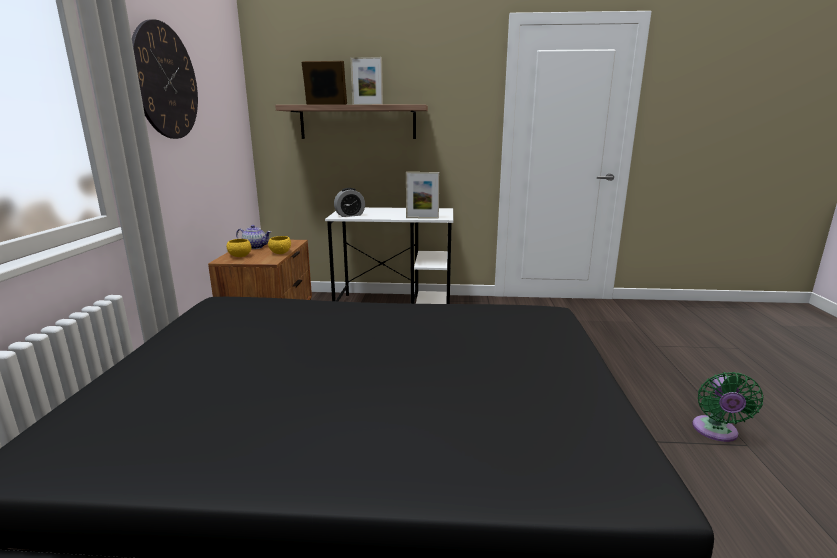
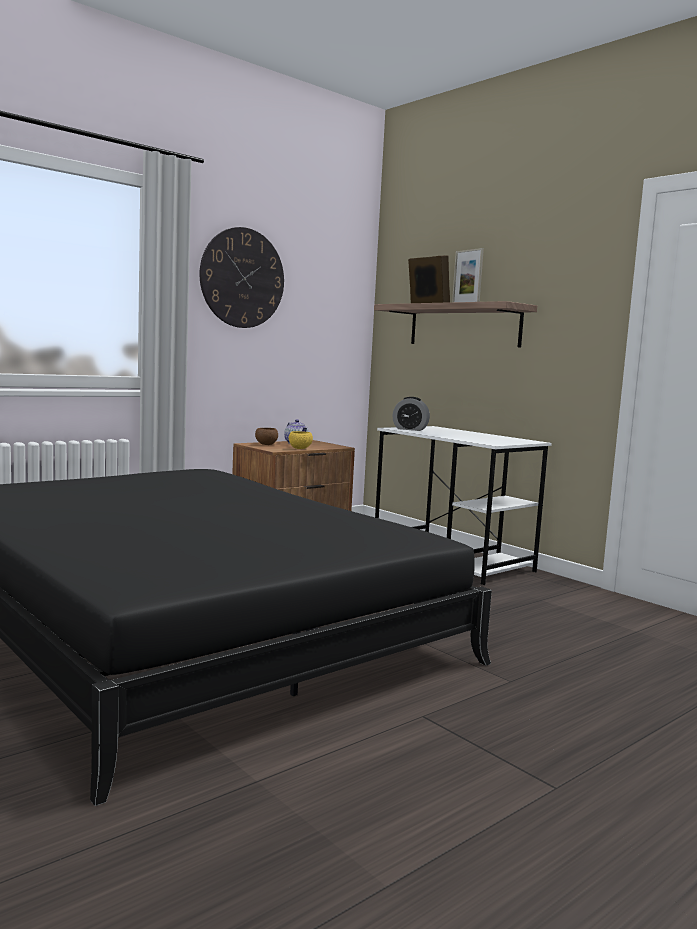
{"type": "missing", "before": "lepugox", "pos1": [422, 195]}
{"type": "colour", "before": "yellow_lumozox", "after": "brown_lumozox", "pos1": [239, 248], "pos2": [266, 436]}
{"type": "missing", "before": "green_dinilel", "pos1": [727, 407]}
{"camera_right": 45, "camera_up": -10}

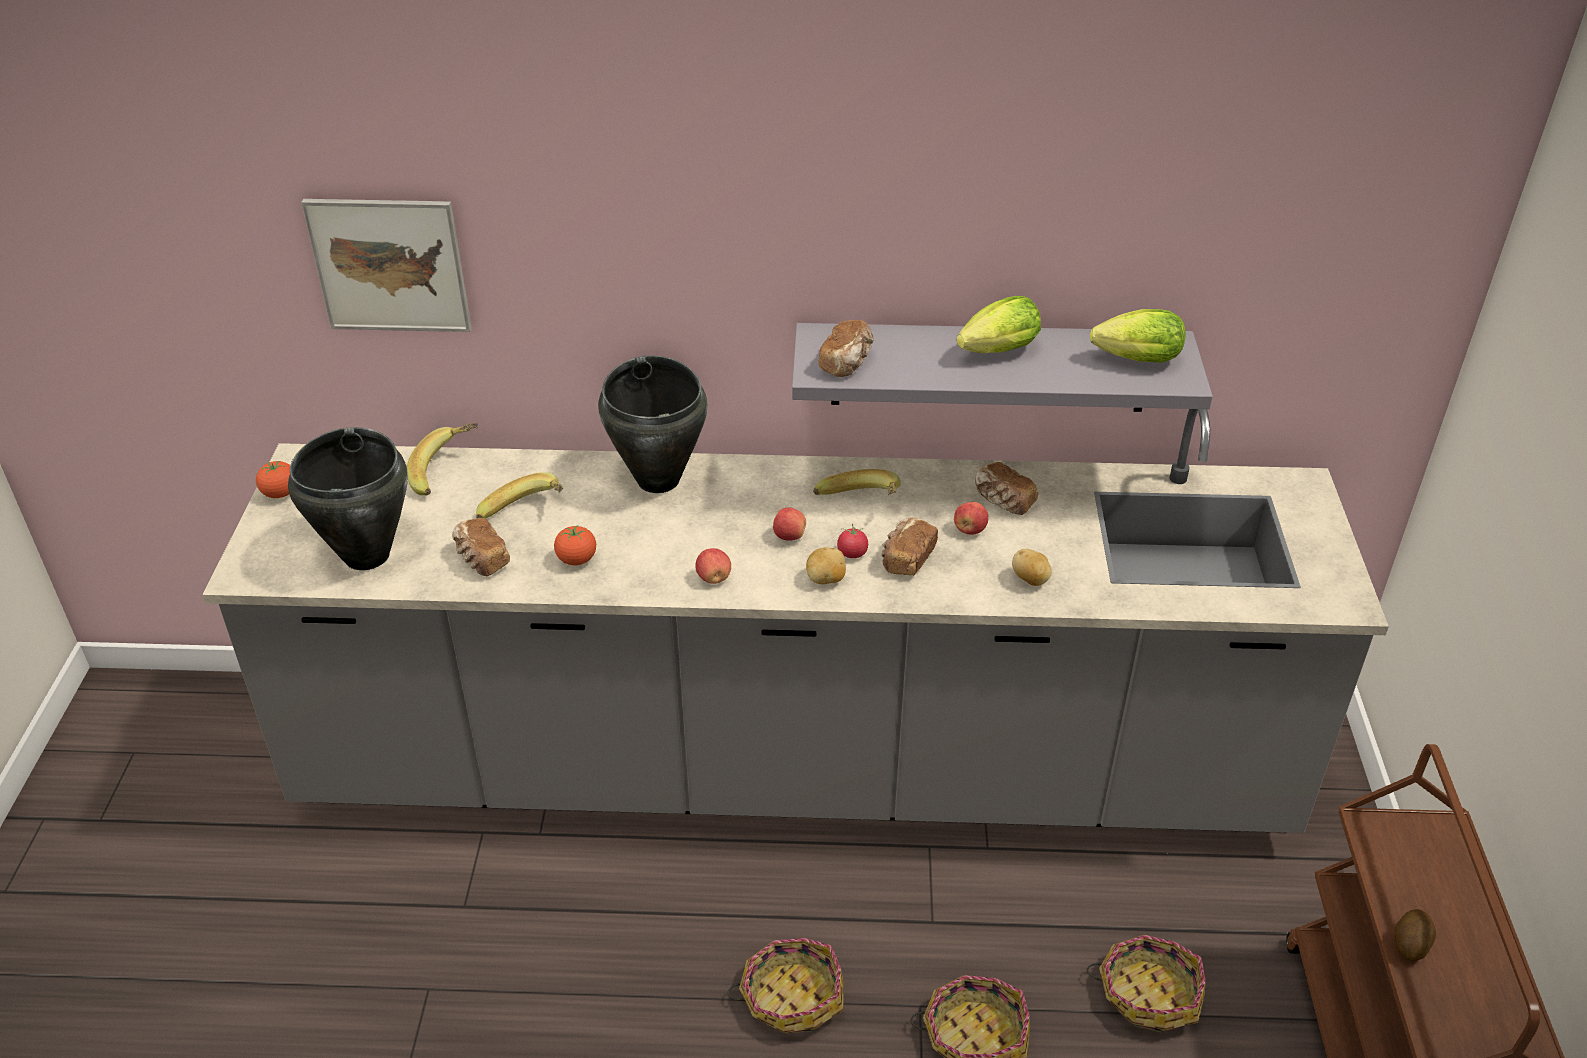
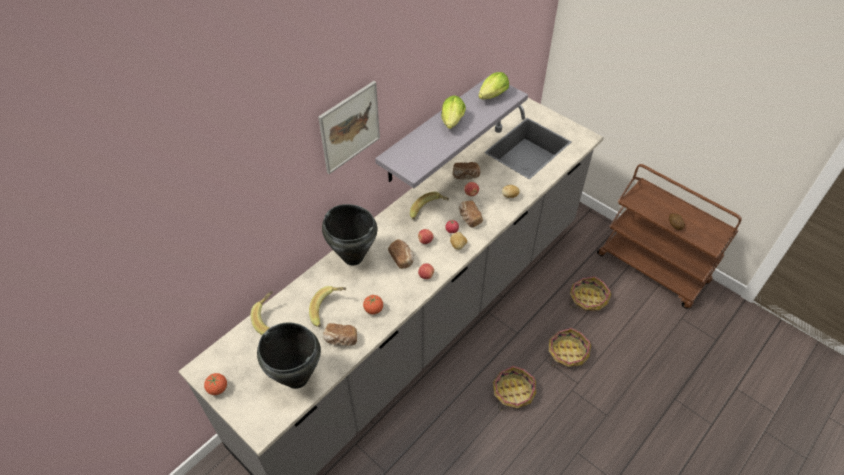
{"type": "relocated", "before": "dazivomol", "pos1": [386, 265], "pos2": [349, 127]}
{"type": "relocated", "before": "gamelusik", "pos1": [845, 348], "pos2": [401, 254]}
{"camera_right": -50, "camera_up": 10}

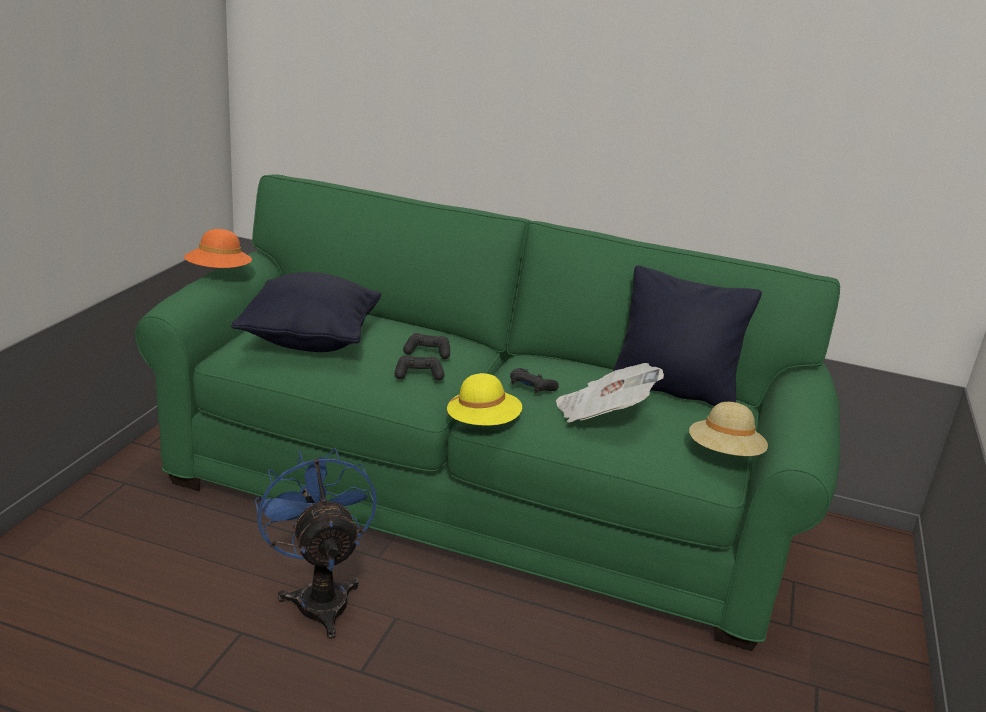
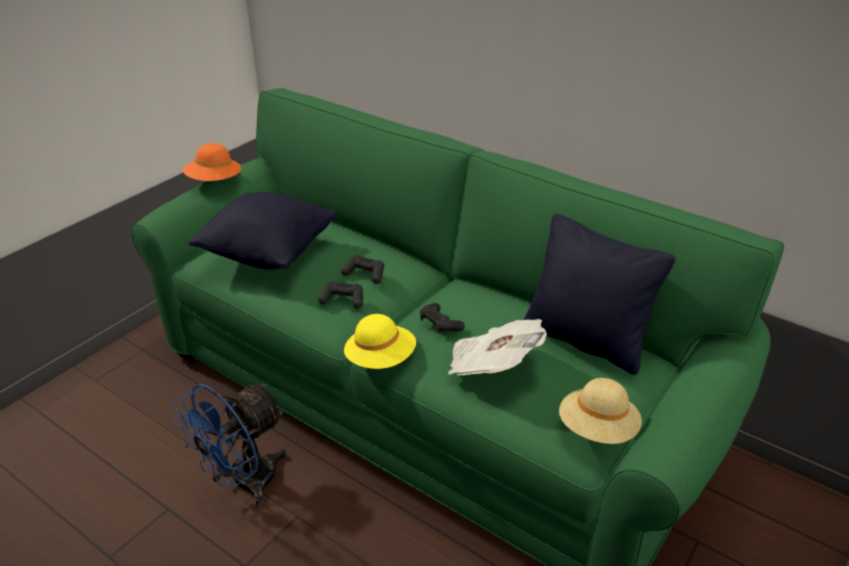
{"type": "spun", "before": "blue_dinilel", "pos1": [316, 543], "pos2": [229, 445], "turn": -135}
{"camera_right": 20, "camera_up": 10}

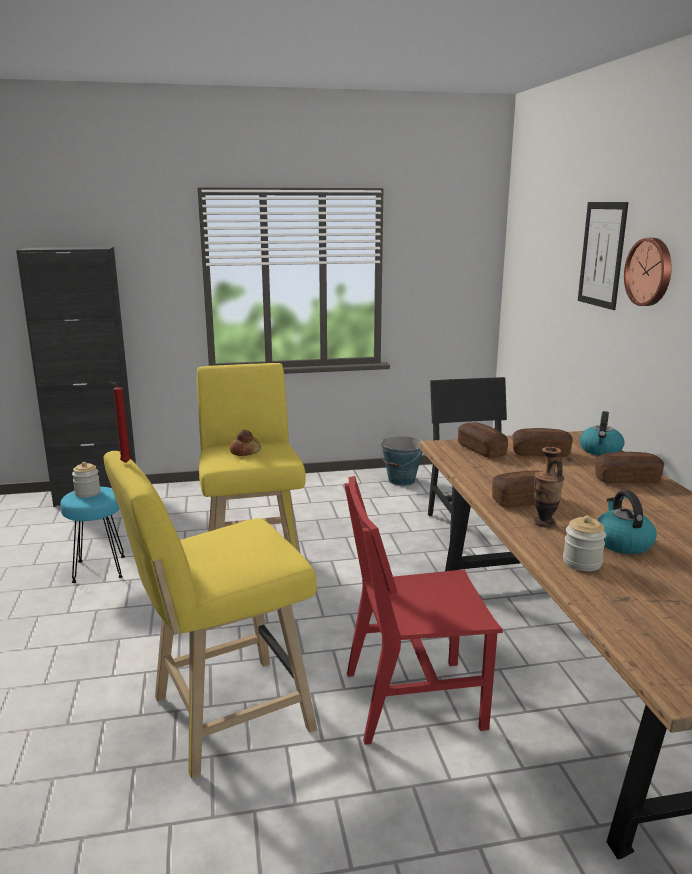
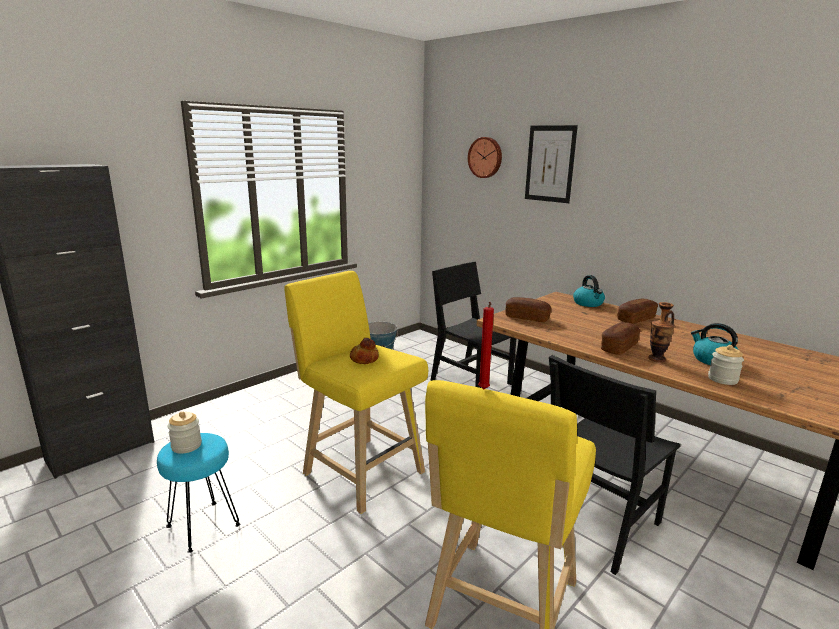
{"type": "relocated", "before": "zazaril", "pos1": [648, 272], "pos2": [485, 157]}
{"type": "missing", "before": "gamelusik", "pos1": [543, 442]}
{"type": "colour", "before": "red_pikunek", "after": "black_pikunek", "pos1": [423, 610], "pos2": [615, 465]}
{"camera_right": -35, "camera_up": 0}

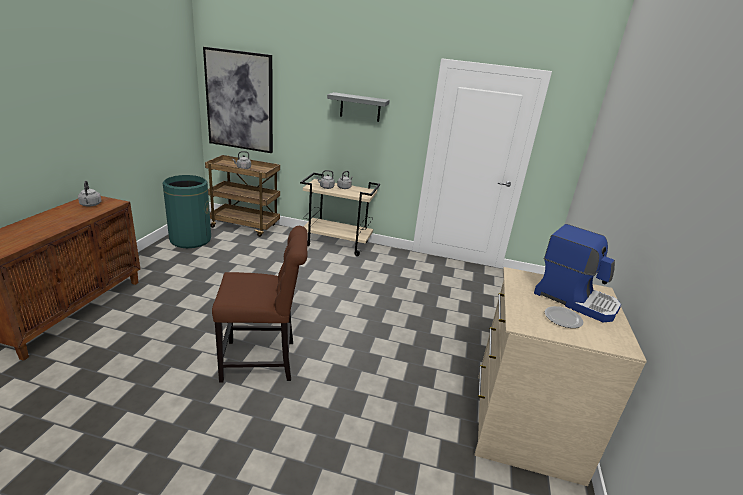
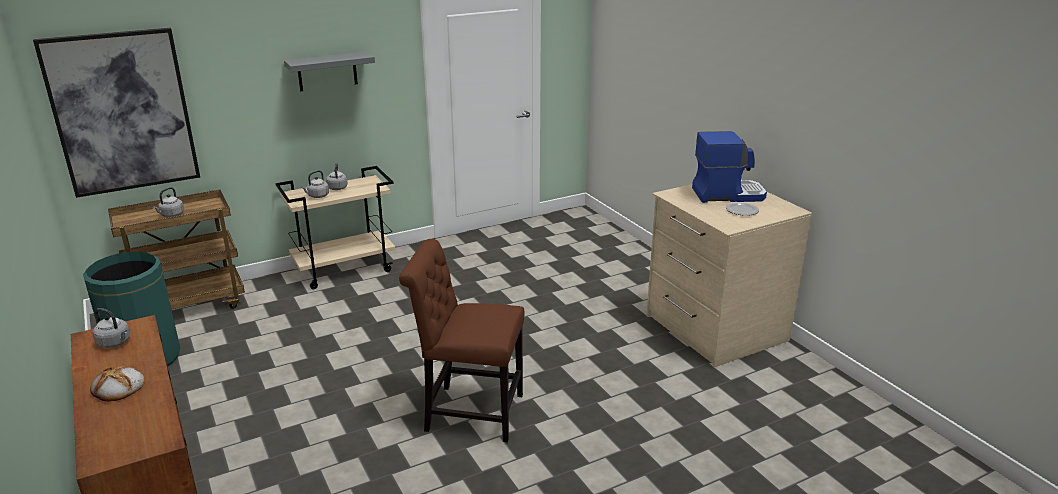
{"type": "spun", "before": "brown_pikunek", "pos1": [260, 304], "pos2": [461, 341], "turn": -120}
{"type": "appeared", "after": "gamelusik", "pos2": [117, 384]}
{"camera_right": -40, "camera_up": 0}

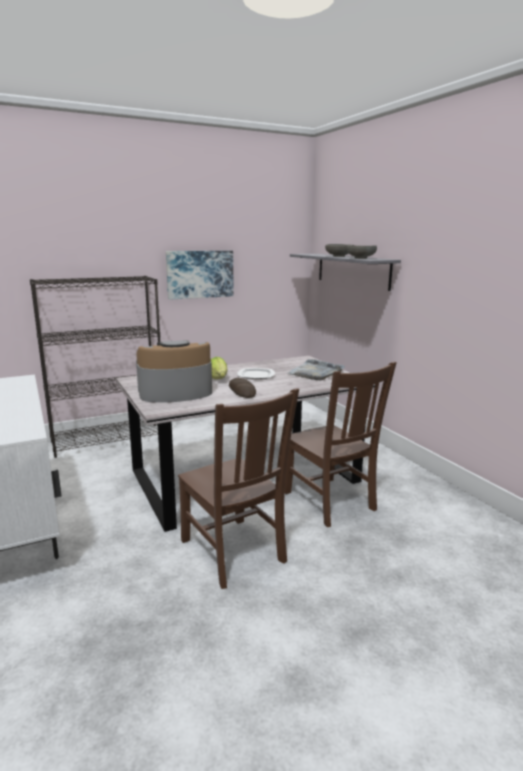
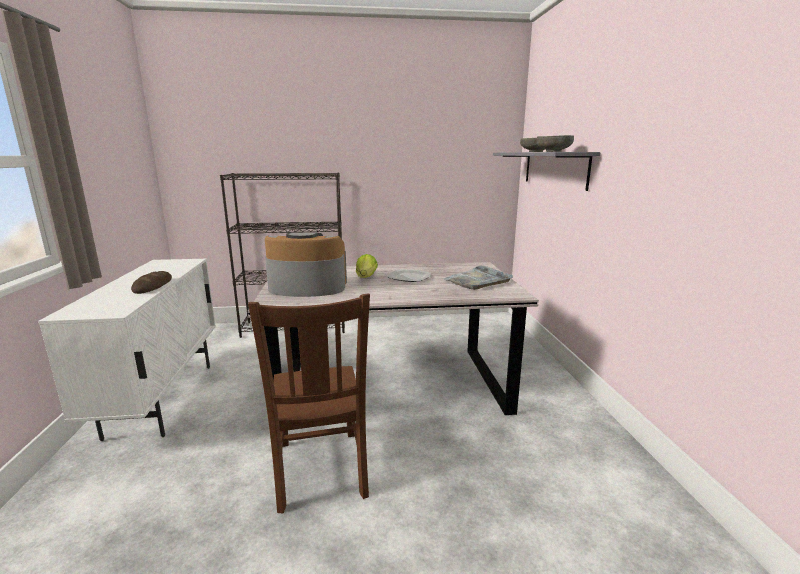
{"type": "missing", "before": "dazivomol", "pos1": [200, 274]}
{"type": "missing", "before": "brown_pikunek", "pos1": [341, 444]}
{"type": "relocated", "before": "gamelusik", "pos1": [242, 388], "pos2": [151, 282]}
{"camera_right": 20, "camera_up": 0}

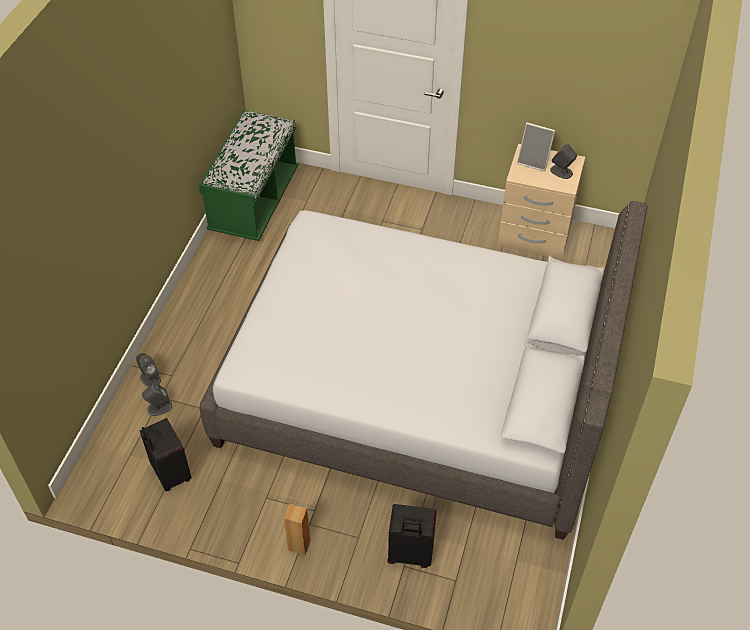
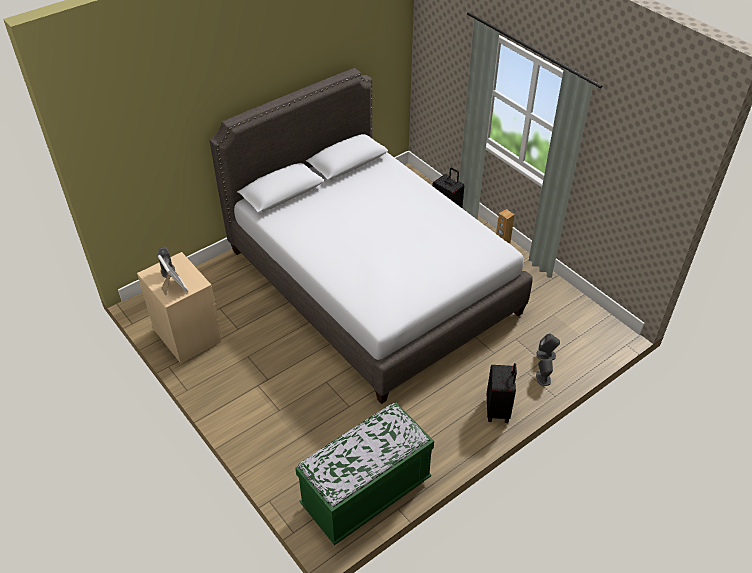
{"type": "relocated", "before": "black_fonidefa", "pos1": [165, 454], "pos2": [502, 393]}
{"camera_right": -145, "camera_up": -5}

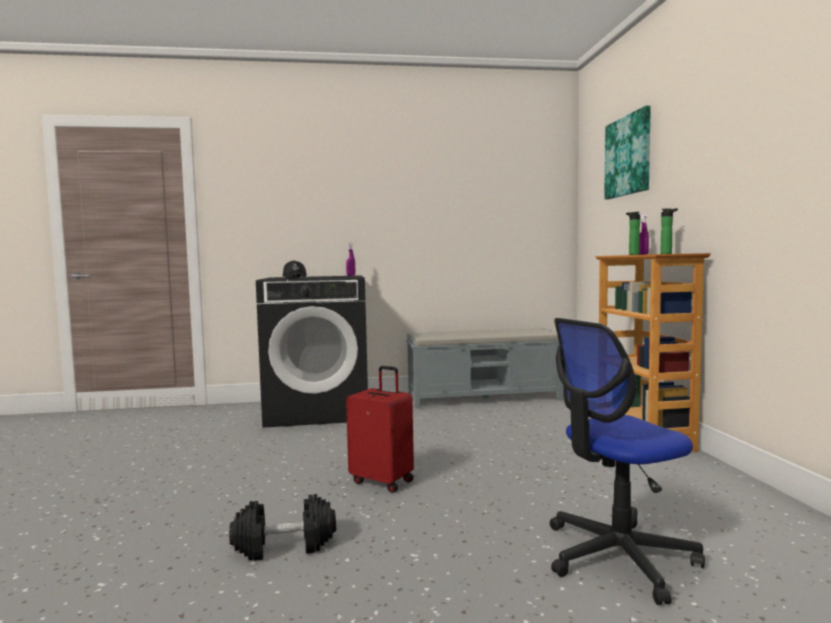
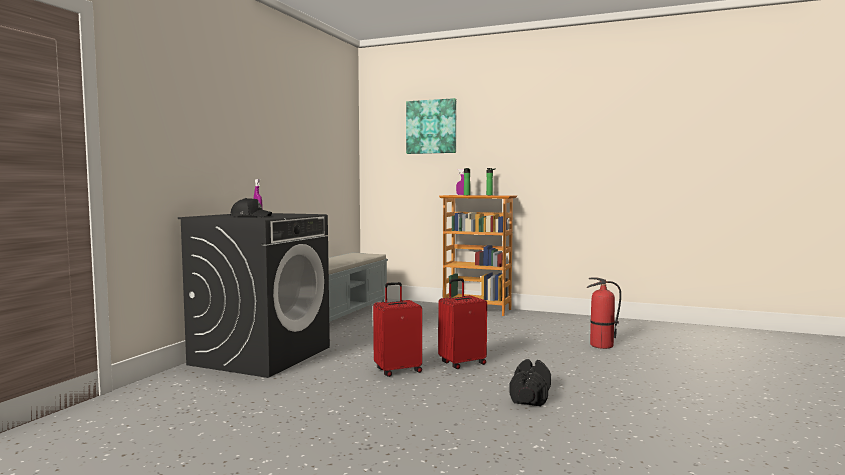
{"type": "exchanged", "before": "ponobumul", "after": "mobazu", "pos1": [627, 461], "pos2": [604, 313]}
{"type": "appeared", "after": "red_fonidefa", "pos2": [397, 329]}
{"camera_right": -60, "camera_up": 0}

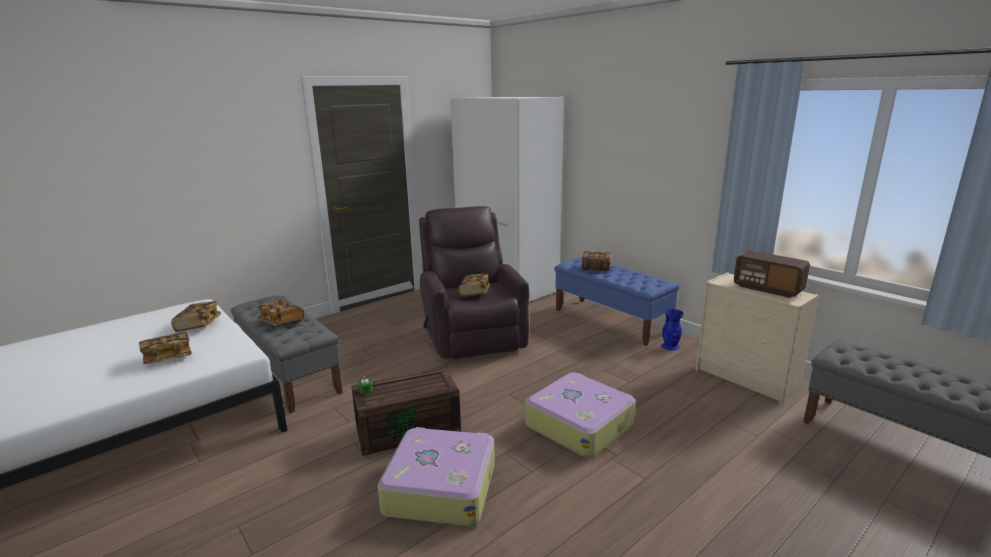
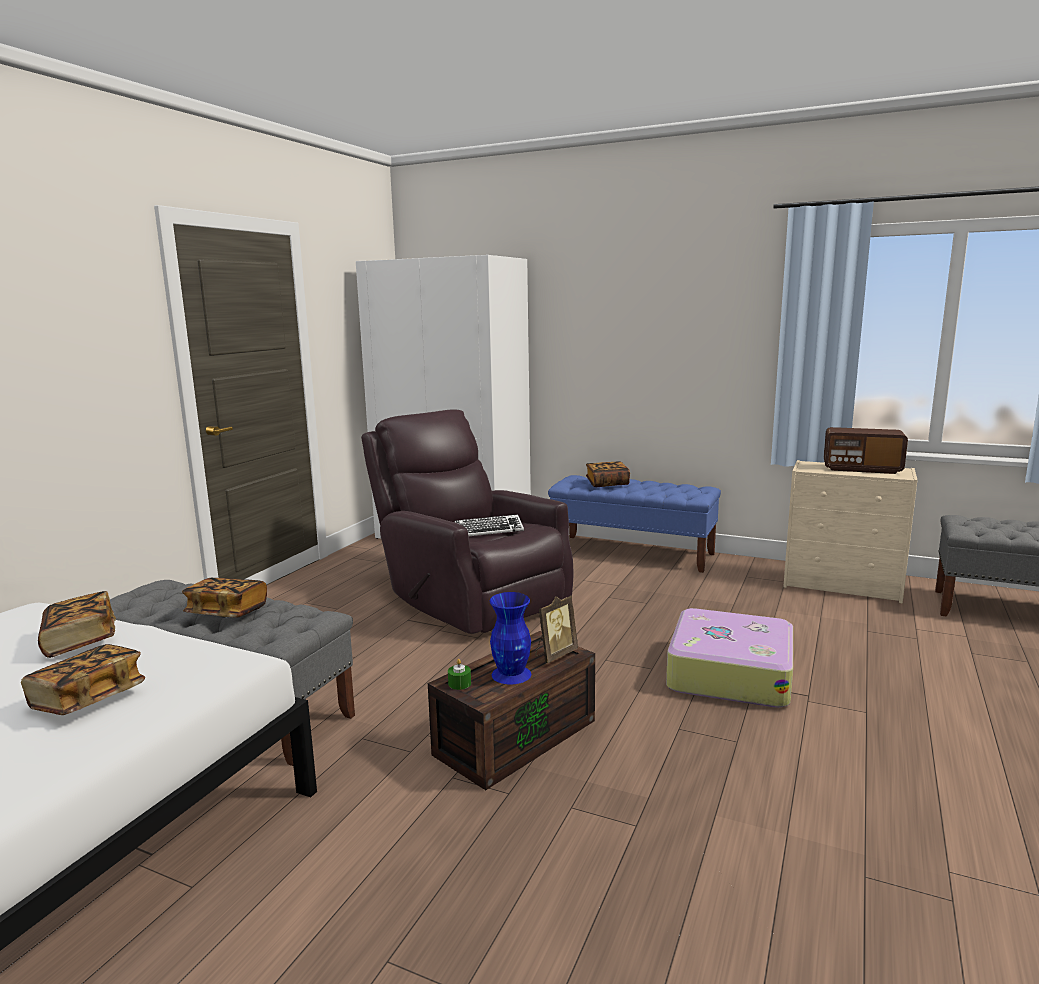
{"type": "exchanged", "before": "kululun", "after": "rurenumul", "pos1": [473, 285], "pos2": [489, 525]}
{"type": "relocated", "before": "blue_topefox", "pos1": [672, 329], "pos2": [510, 638]}
{"type": "missing", "before": "fonidefa", "pos1": [436, 476]}
{"type": "appeared", "after": "lepugox", "pos2": [556, 629]}
{"camera_right": -25, "camera_up": -5}

